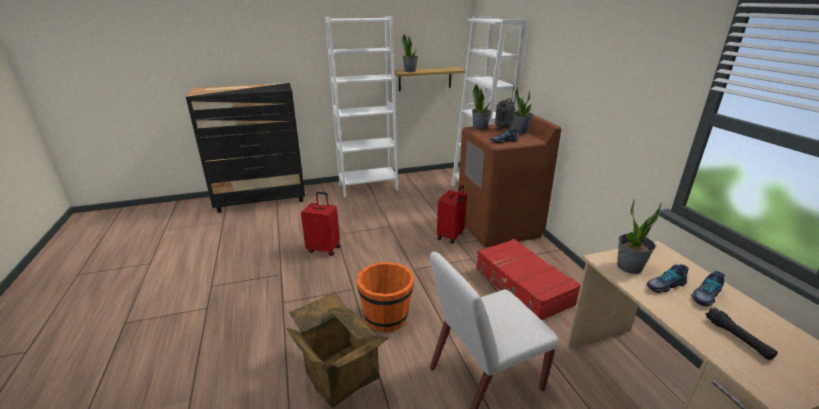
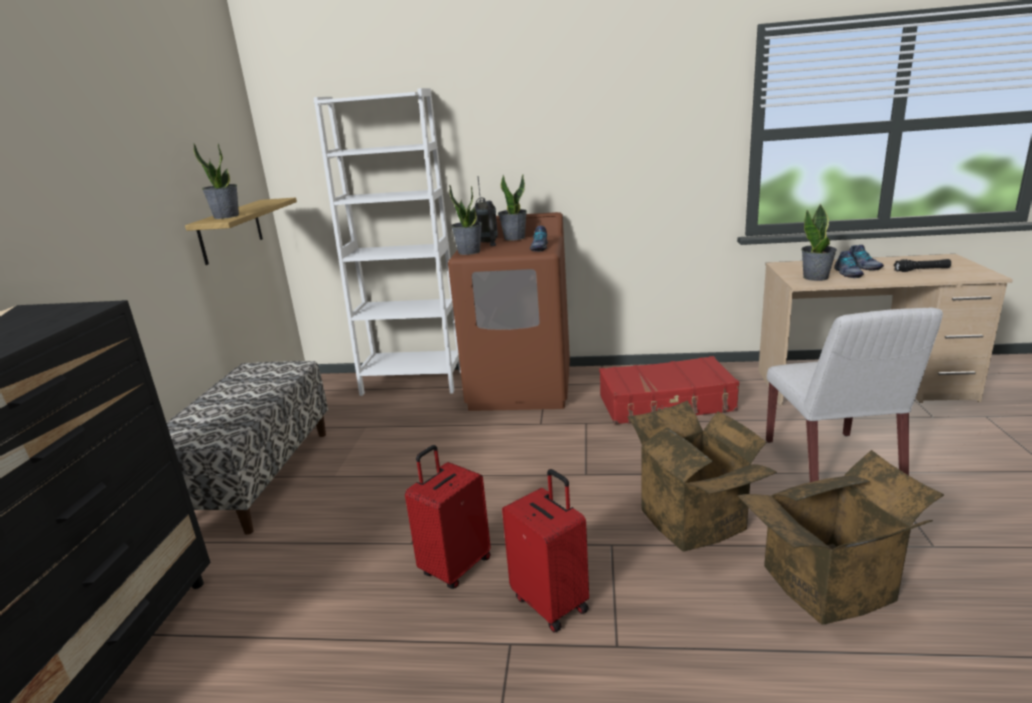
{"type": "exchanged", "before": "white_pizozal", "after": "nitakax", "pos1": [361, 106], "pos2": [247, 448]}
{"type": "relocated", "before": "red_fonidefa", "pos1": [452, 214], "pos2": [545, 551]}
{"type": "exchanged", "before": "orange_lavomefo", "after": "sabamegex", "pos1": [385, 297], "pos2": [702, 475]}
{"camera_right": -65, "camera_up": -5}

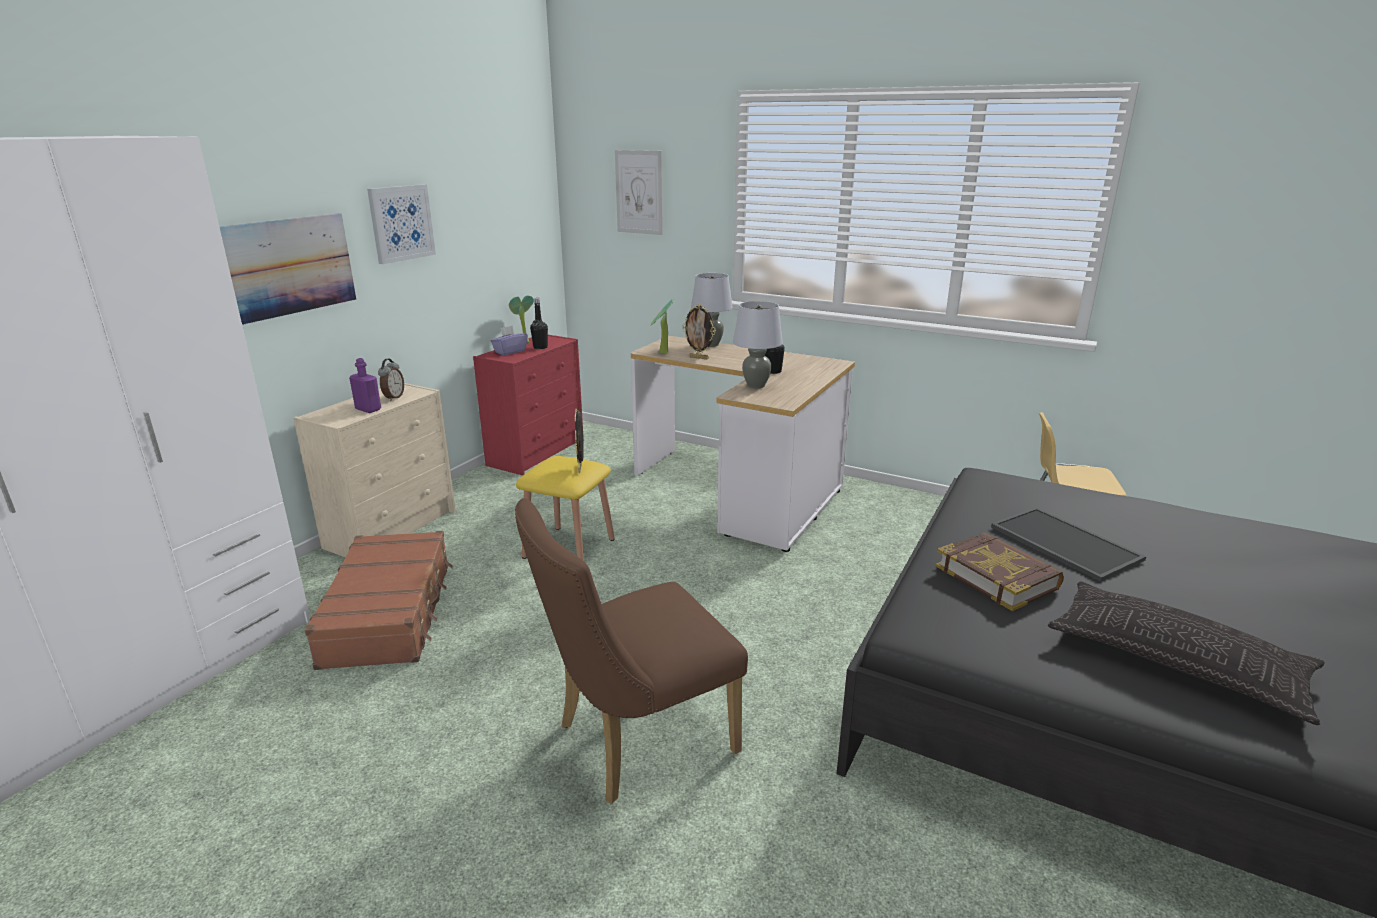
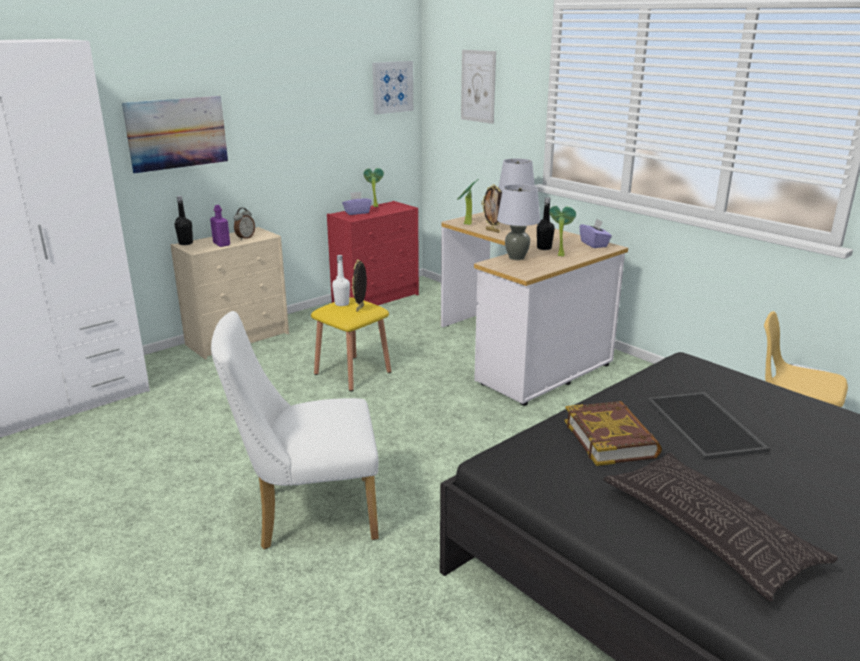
{"type": "relocated", "before": "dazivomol", "pos1": [401, 224], "pos2": [392, 87]}
{"type": "relocated", "before": "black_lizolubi", "pos1": [539, 323], "pos2": [184, 220]}
{"type": "colour", "before": "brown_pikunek", "after": "white_pikunek", "pos1": [631, 651], "pos2": [295, 430]}
{"type": "missing", "before": "brown_fonidefa", "pos1": [378, 600]}
{"type": "appeared", "after": "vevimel", "pos2": [562, 231]}
{"type": "appeared", "after": "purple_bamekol", "pos2": [596, 233]}
{"type": "appeared", "after": "white_lizolubi", "pos2": [341, 280]}
{"camera_right": 20, "camera_up": 0}

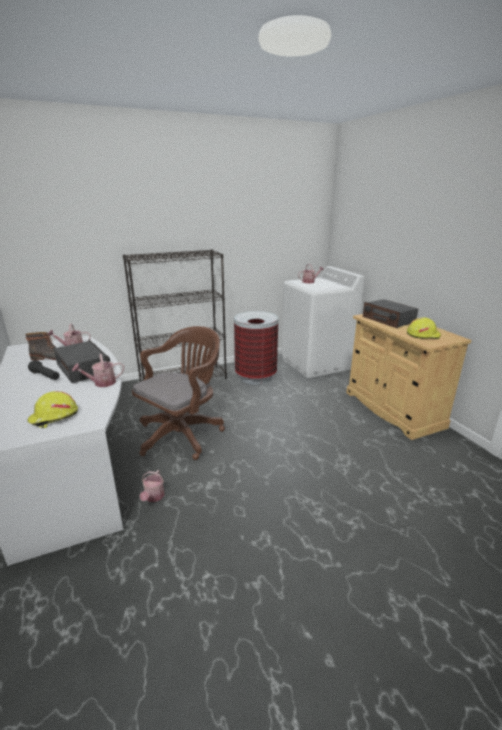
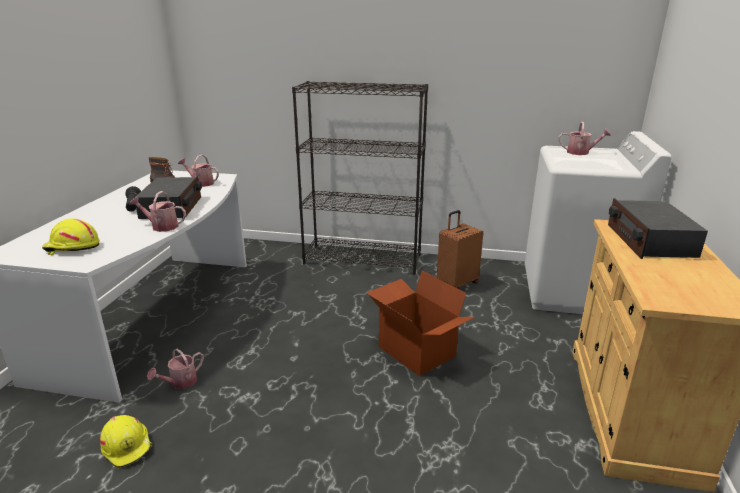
{"type": "exchanged", "before": "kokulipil", "after": "brown_fonidefa", "pos1": [256, 348], "pos2": [460, 249]}
{"type": "relocated", "before": "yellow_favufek", "pos1": [424, 328], "pos2": [126, 442]}
{"type": "missing", "before": "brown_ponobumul", "pos1": [178, 393]}
{"type": "appeared", "after": "sabamegex", "pos2": [421, 323]}
{"camera_right": 35, "camera_up": 0}

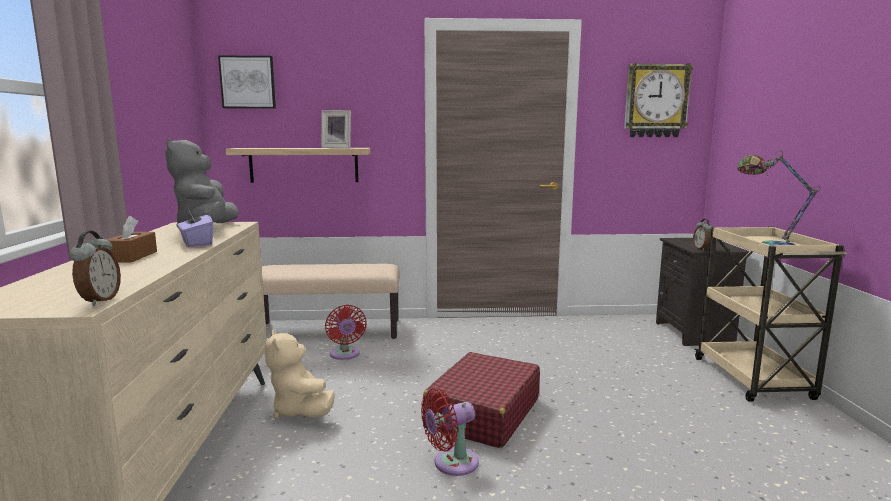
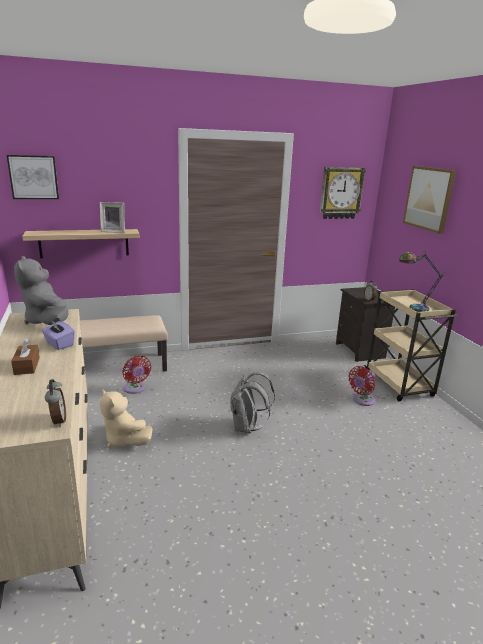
{"type": "exchanged", "before": "red_fonidefa", "after": "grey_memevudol", "pos1": [481, 400], "pos2": [252, 402]}
{"type": "relocated", "before": "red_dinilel", "pos1": [450, 432], "pos2": [362, 386]}
{"type": "appeared", "after": "dazivomol", "pos2": [429, 200]}
{"camera_right": -15, "camera_up": 10}

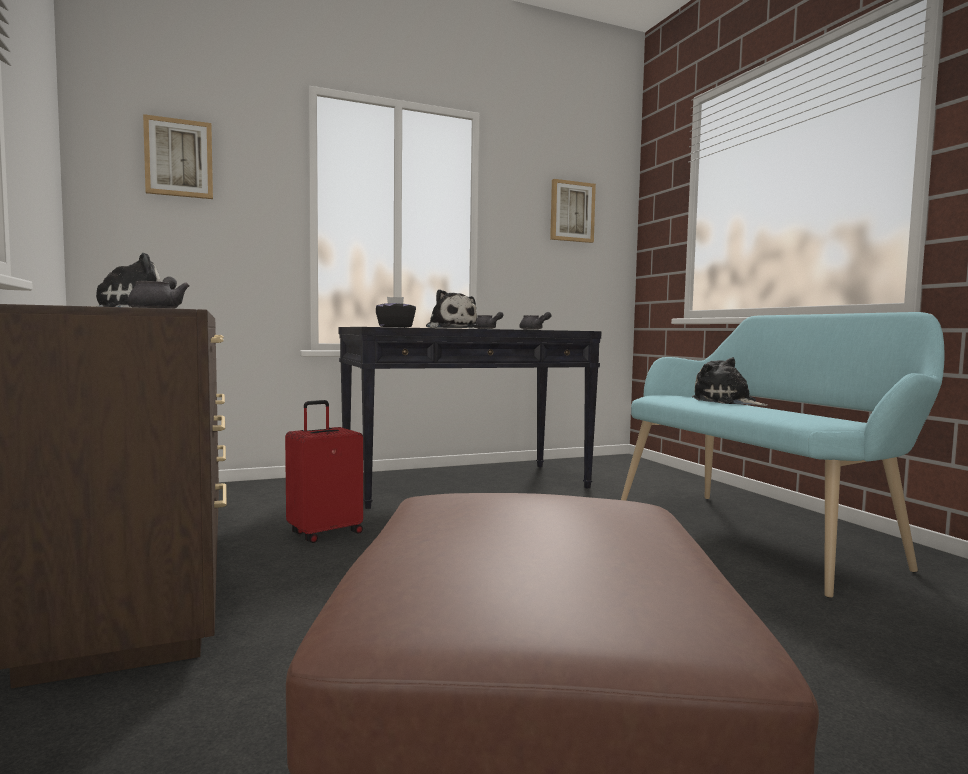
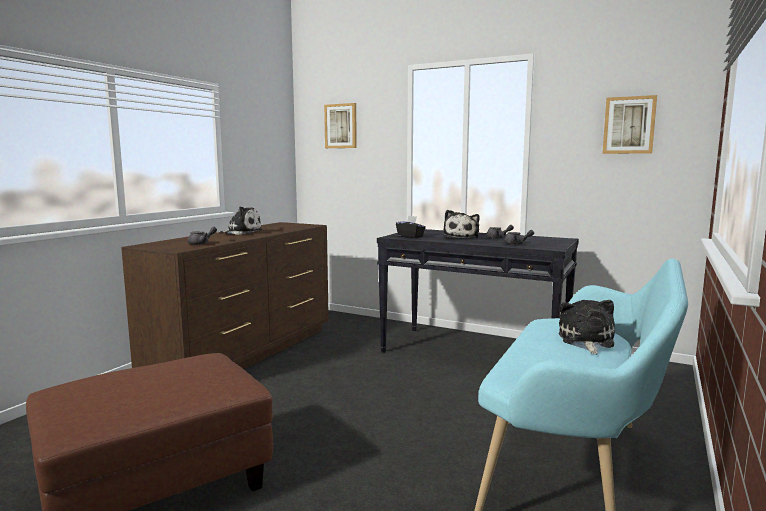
{"type": "missing", "before": "red_fonidefa", "pos1": [324, 471]}
{"camera_right": 50, "camera_up": 5}

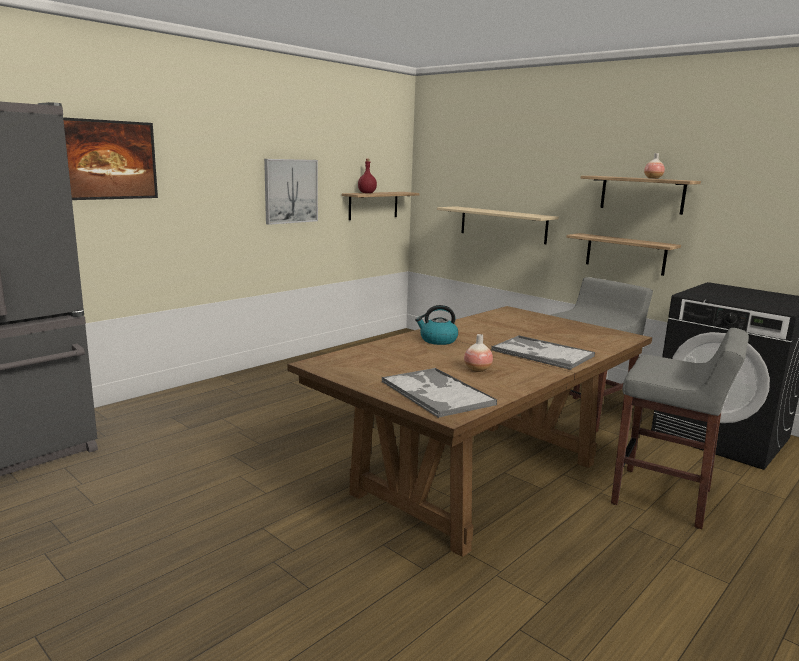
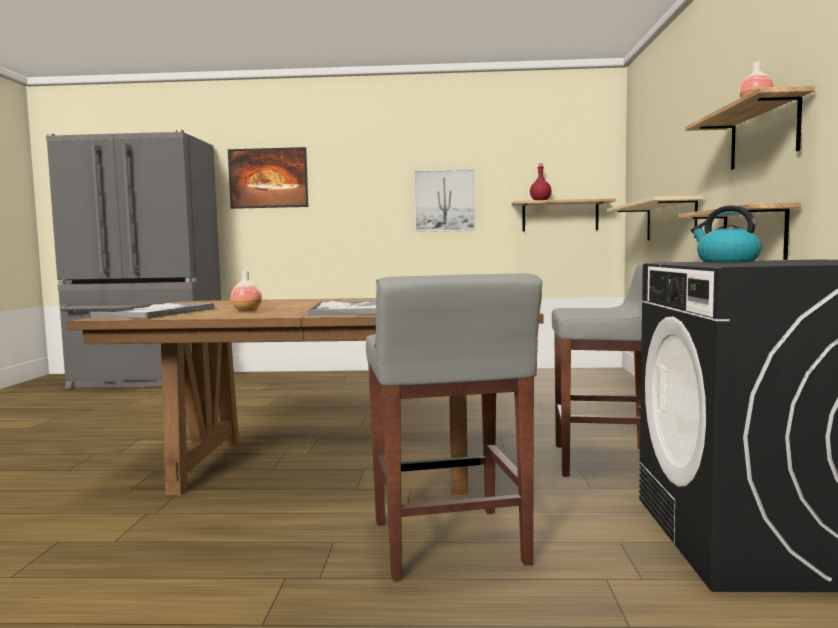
{"type": "relocated", "before": "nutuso", "pos1": [436, 325], "pos2": [726, 234]}
{"camera_right": 50, "camera_up": -10}

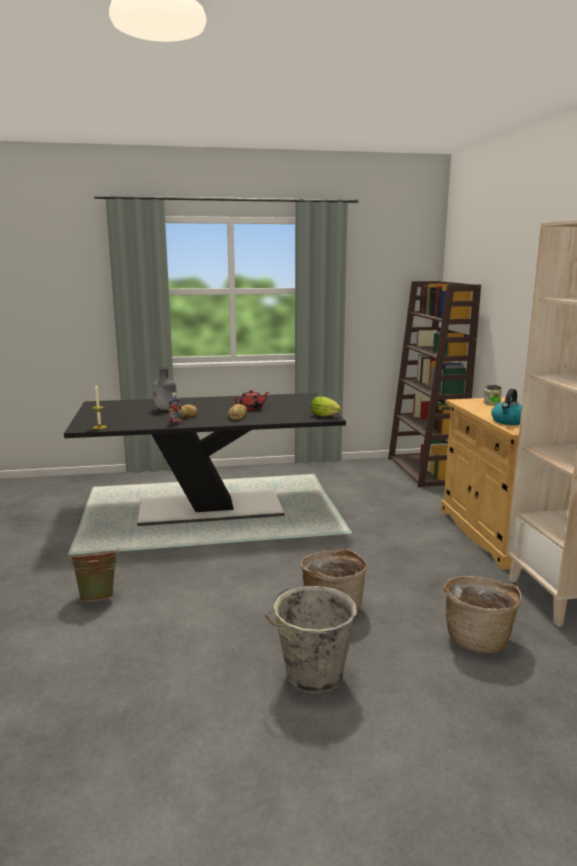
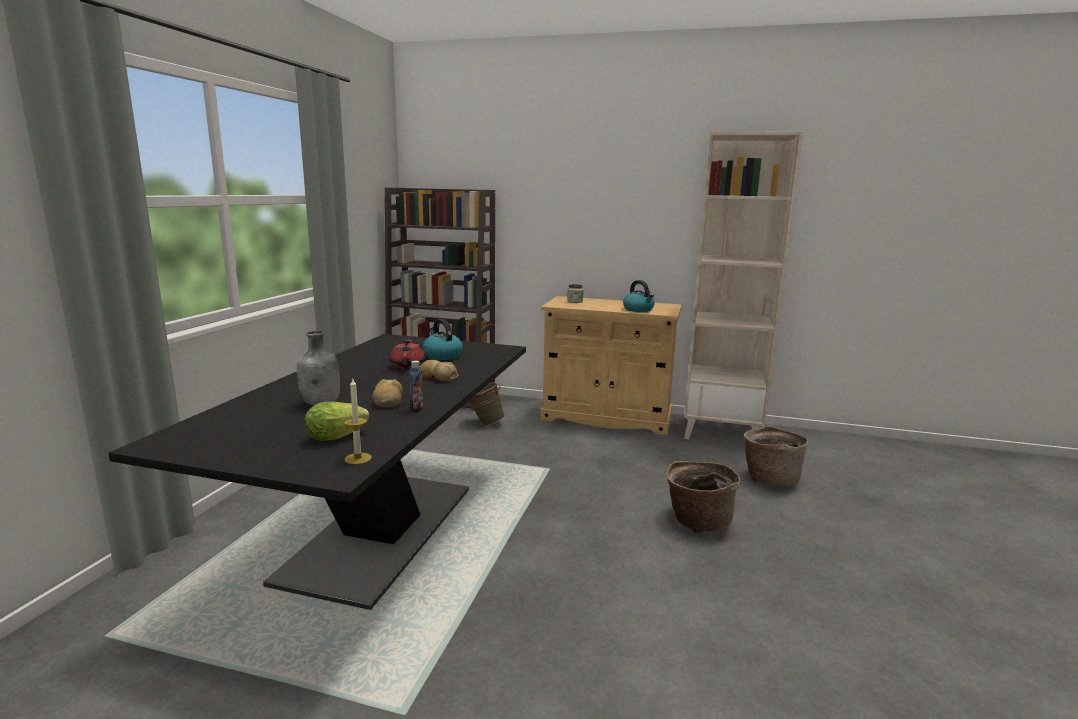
{"type": "relocated", "before": "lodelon", "pos1": [326, 406], "pos2": [337, 421]}
{"type": "relocated", "before": "green_lavomefo", "pos1": [94, 575], "pos2": [487, 404]}
{"type": "missing", "before": "grey_lavomefo", "pos1": [311, 640]}
{"type": "appeared", "after": "nutuso", "pos2": [443, 339]}
{"camera_right": -65, "camera_up": 0}

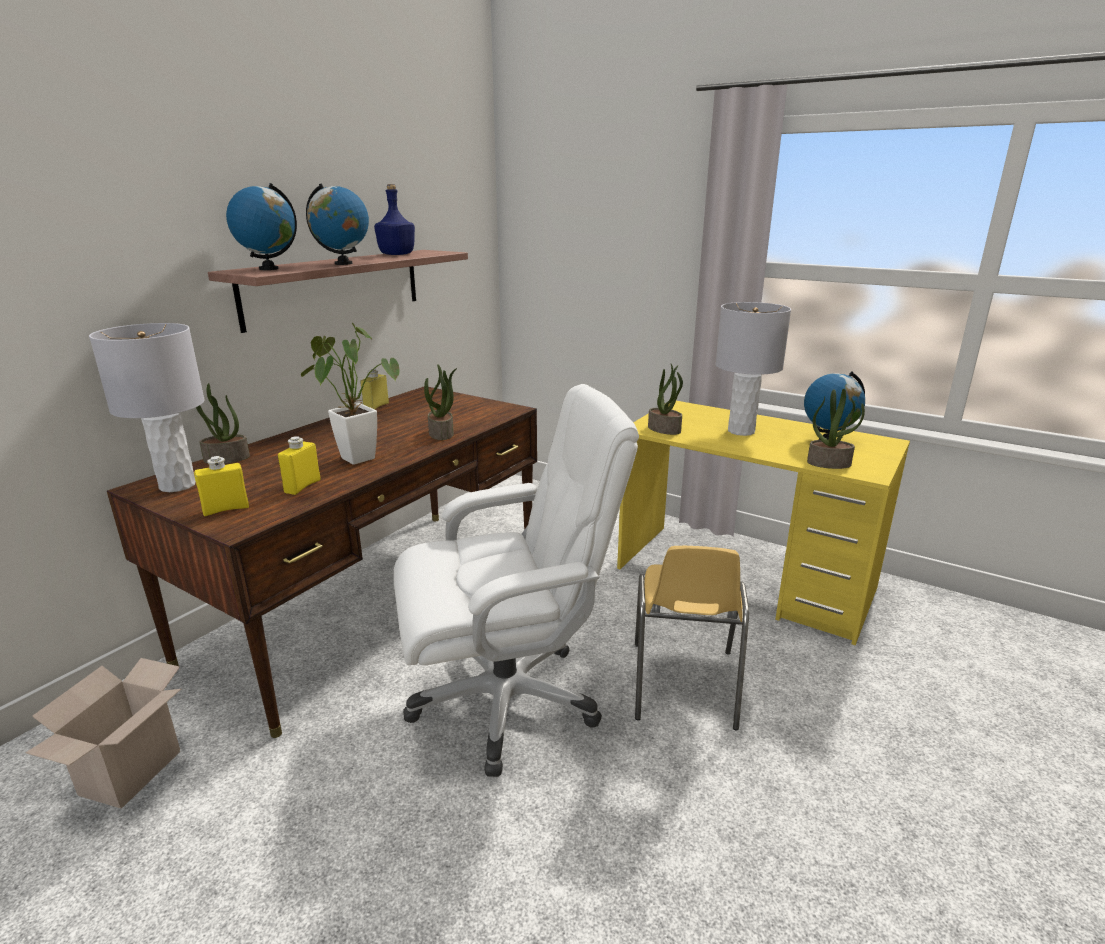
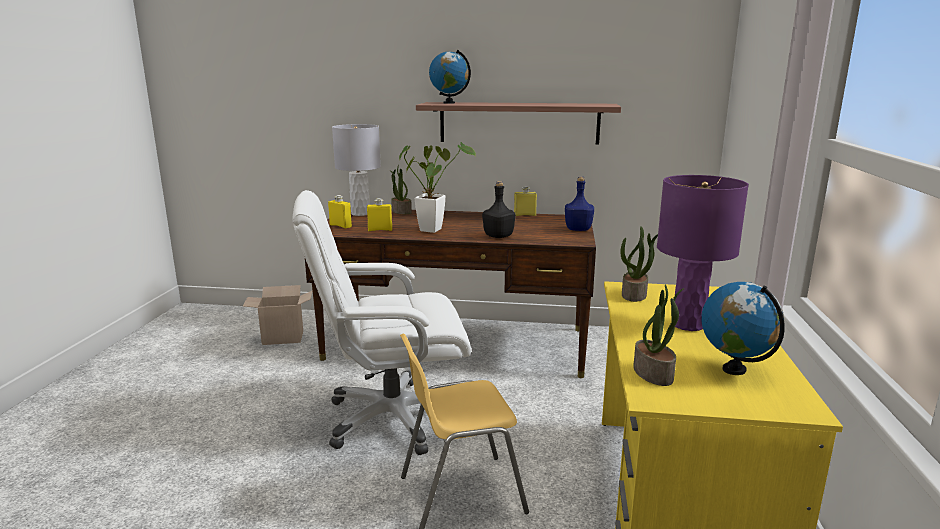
{"type": "missing", "before": "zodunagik", "pos1": [337, 224]}
{"type": "relocated", "before": "blue_lizolubi", "pos1": [394, 219], "pos2": [579, 203]}
{"type": "colour", "before": "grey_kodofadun", "after": "purple_kodofadun", "pos1": [753, 369], "pos2": [703, 253]}
{"type": "exchanged", "before": "vevimel", "after": "black_lizolubi", "pos1": [440, 402], "pos2": [499, 209]}
{"type": "spun", "before": "white_ponobumul", "pos1": [516, 580], "pos2": [382, 322], "turn": 120}
{"camera_right": 65, "camera_up": -5}

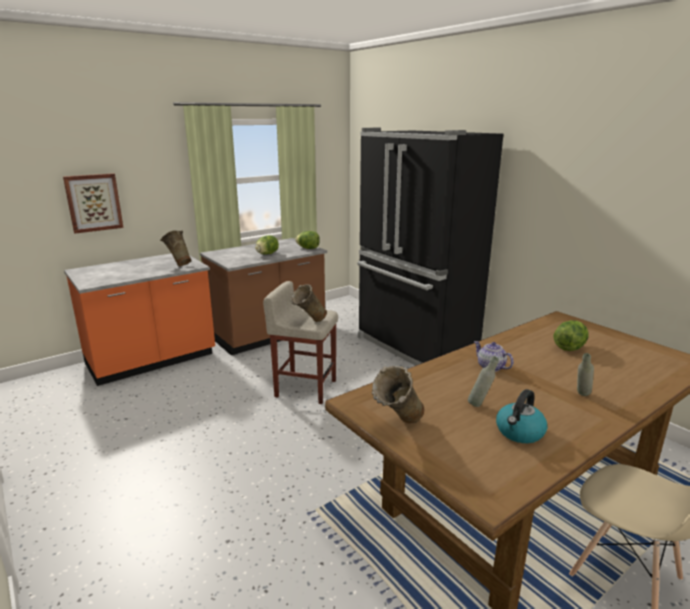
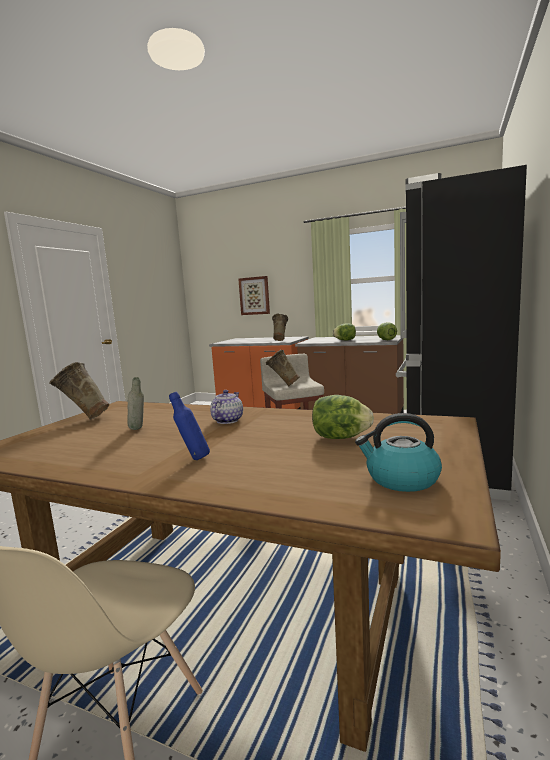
{"type": "colour", "before": "grey_lizolubi", "after": "blue_lizolubi", "pos1": [585, 374], "pos2": [189, 426]}
{"type": "relocated", "before": "nutuso", "pos1": [521, 416], "pos2": [398, 452]}
{"camera_right": 60, "camera_up": -10}

